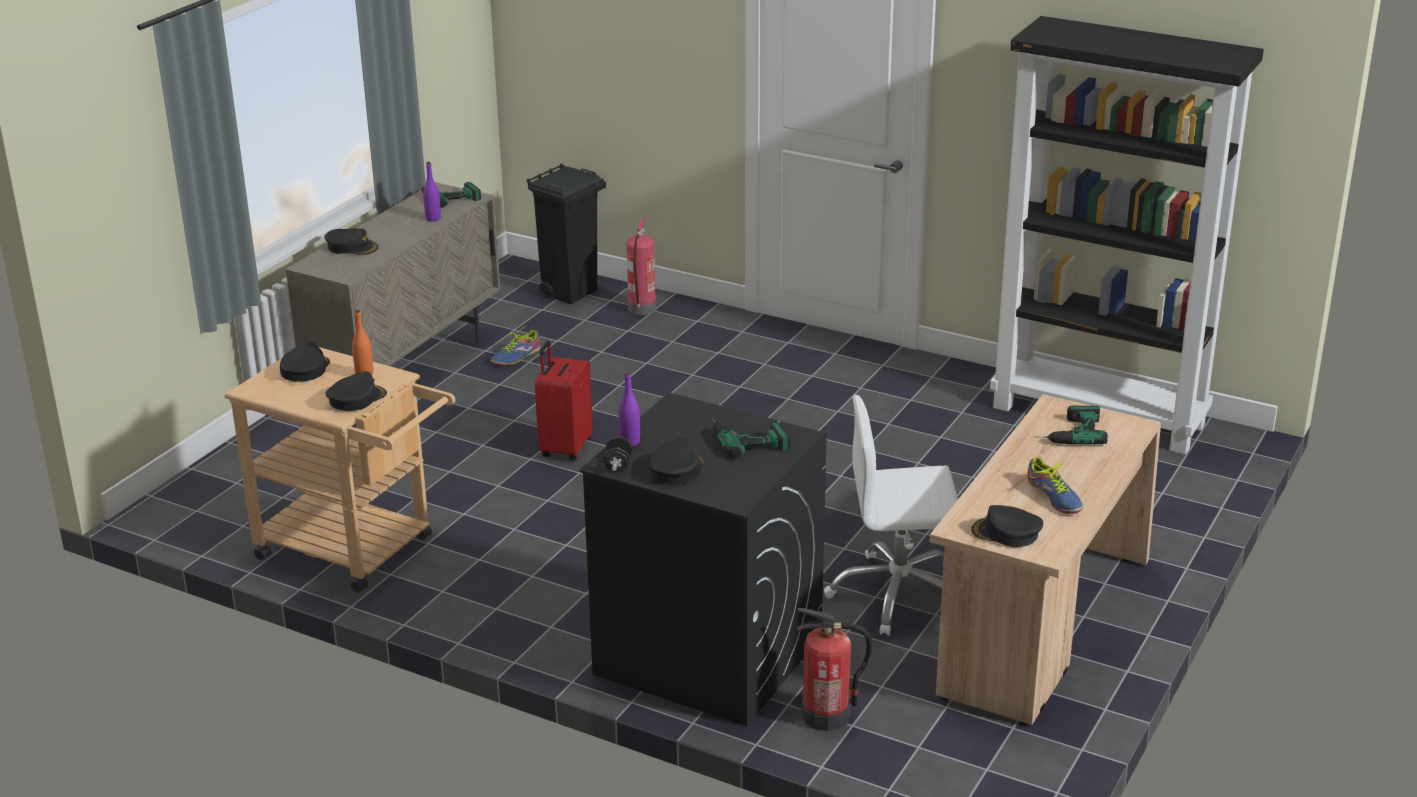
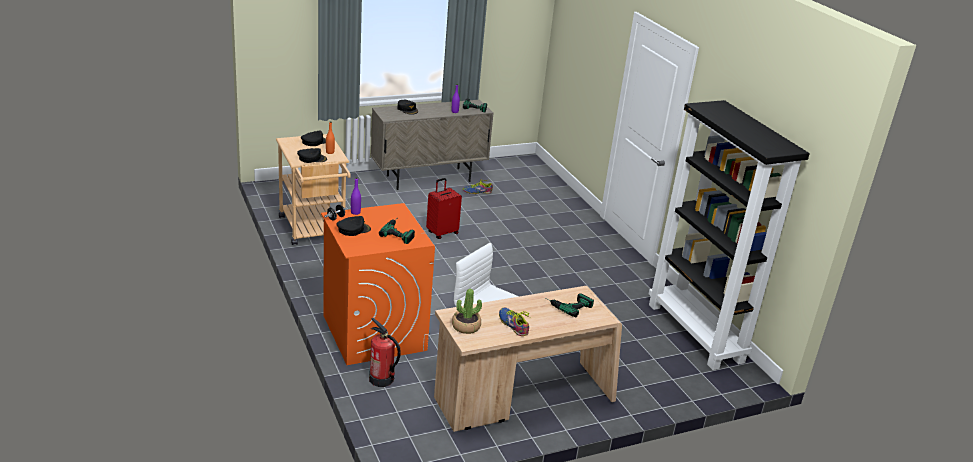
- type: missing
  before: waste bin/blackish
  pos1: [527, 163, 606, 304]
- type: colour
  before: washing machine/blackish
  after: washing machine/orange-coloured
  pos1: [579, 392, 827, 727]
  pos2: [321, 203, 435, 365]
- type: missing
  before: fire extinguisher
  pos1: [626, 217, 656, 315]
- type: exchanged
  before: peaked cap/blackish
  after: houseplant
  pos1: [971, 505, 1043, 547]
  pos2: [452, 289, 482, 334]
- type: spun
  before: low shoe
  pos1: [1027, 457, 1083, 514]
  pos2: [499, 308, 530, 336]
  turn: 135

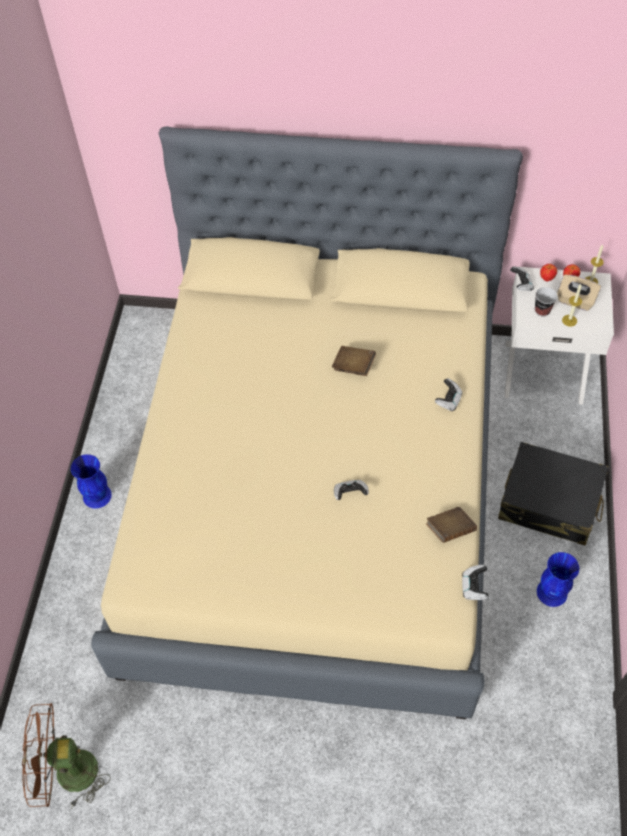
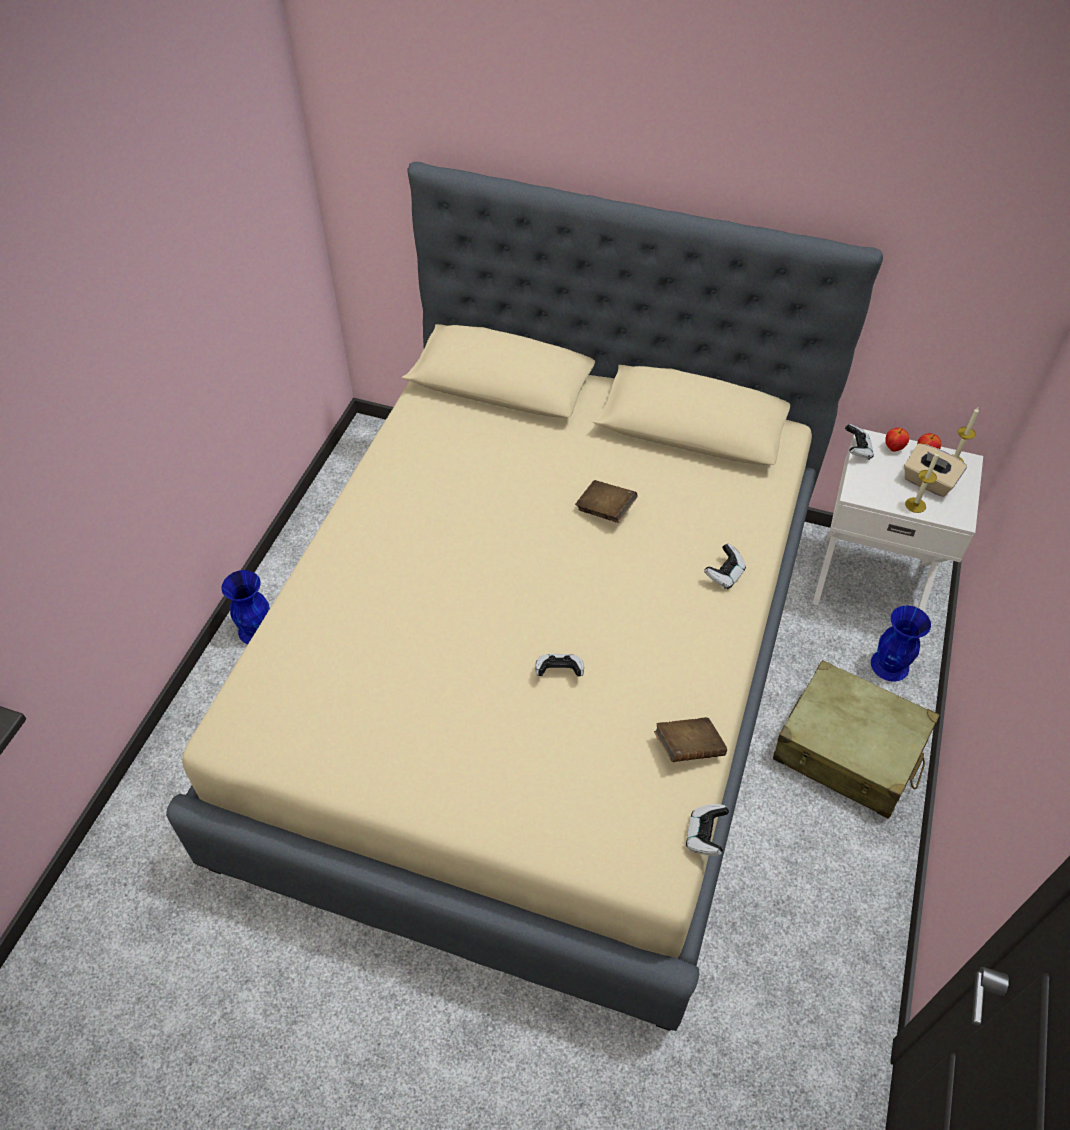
- type: missing
  before: cooling fan/brownish
  pos1: [22, 703, 110, 809]
- type: colour
  before: piece of luggage/blackish
  after: piece of luggage/beige
  pos1: [498, 442, 609, 545]
  pos2: [773, 660, 940, 819]
- type: missing
  before: drinking cup
  pos1: [535, 287, 557, 316]
- type: relocated
  before: decorative vase/blue-coloured
  pos1: [537, 552, 579, 607]
  pos2: [871, 606, 931, 681]

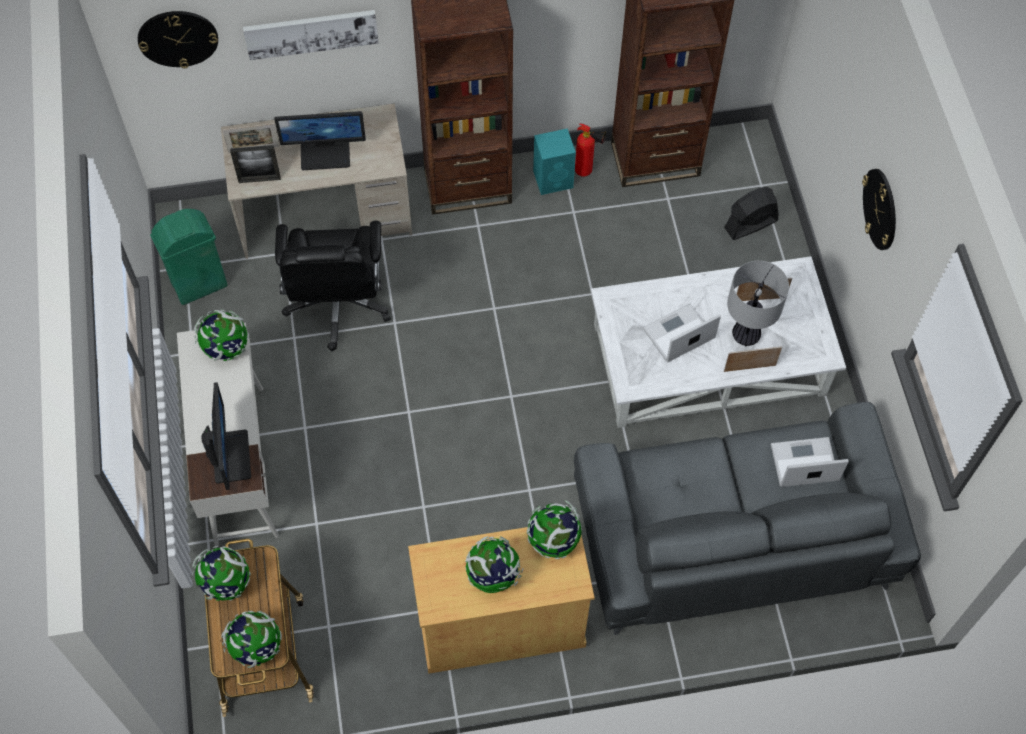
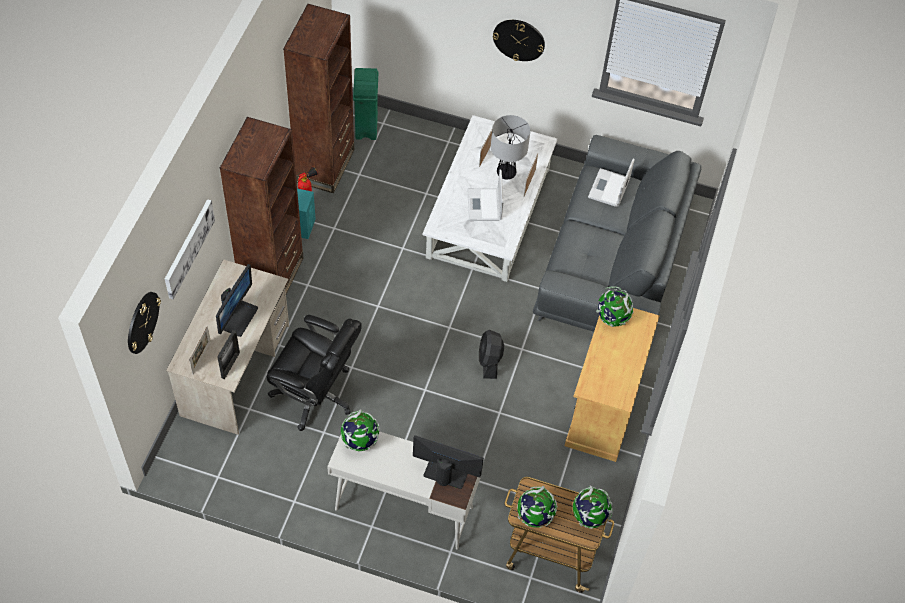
- type: relocated
  before: waste bin/green-coloured
  pos1: [150, 209, 228, 305]
  pos2: [353, 68, 378, 140]
- type: missing
  before: globe
  pos1: [465, 536, 523, 593]
- type: relocated
  before: cooling fan/blackish
  pos1: [724, 187, 778, 240]
  pos2: [479, 330, 504, 379]

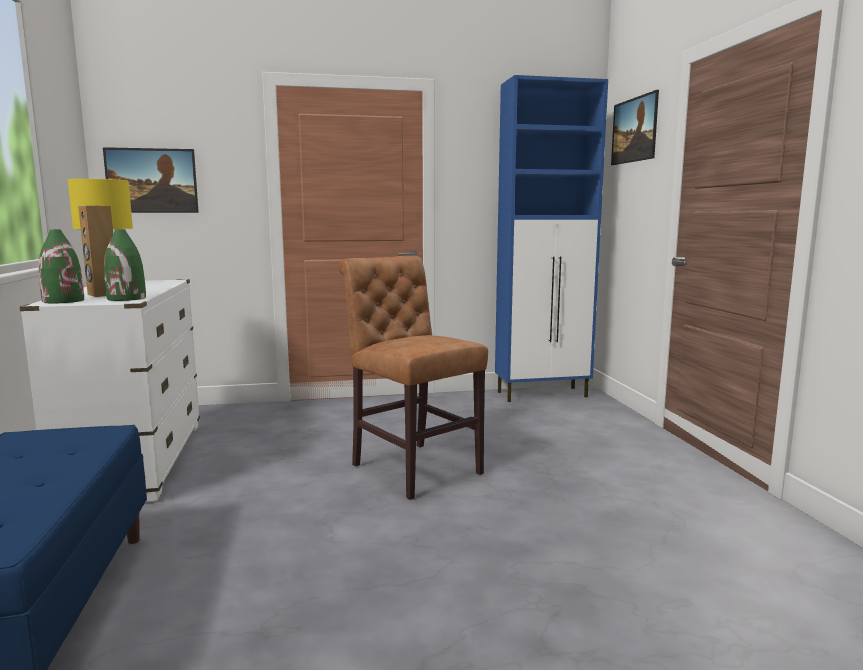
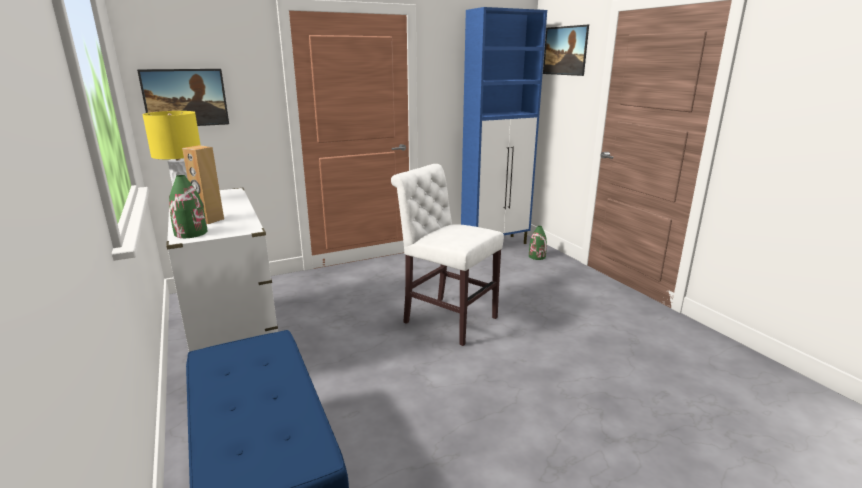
- type: relocated
  before: decorative vase/green-coloured
  pos1: [104, 229, 146, 301]
  pos2: [529, 226, 547, 260]
- type: colour
  before: chair/brownish
  after: chair/white
  pos1: [339, 255, 488, 500]
  pos2: [391, 164, 504, 346]

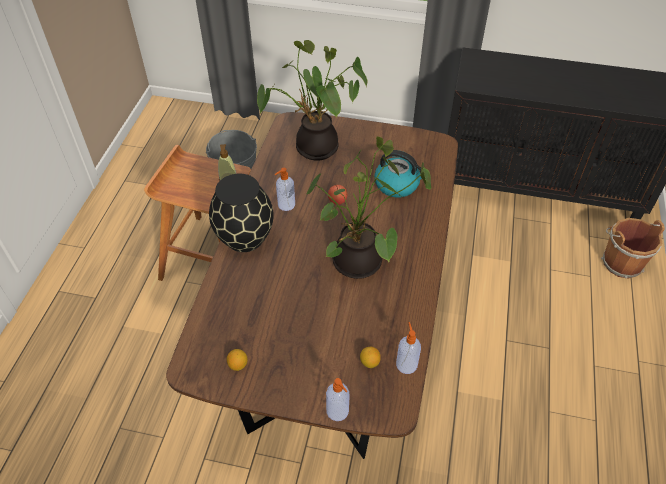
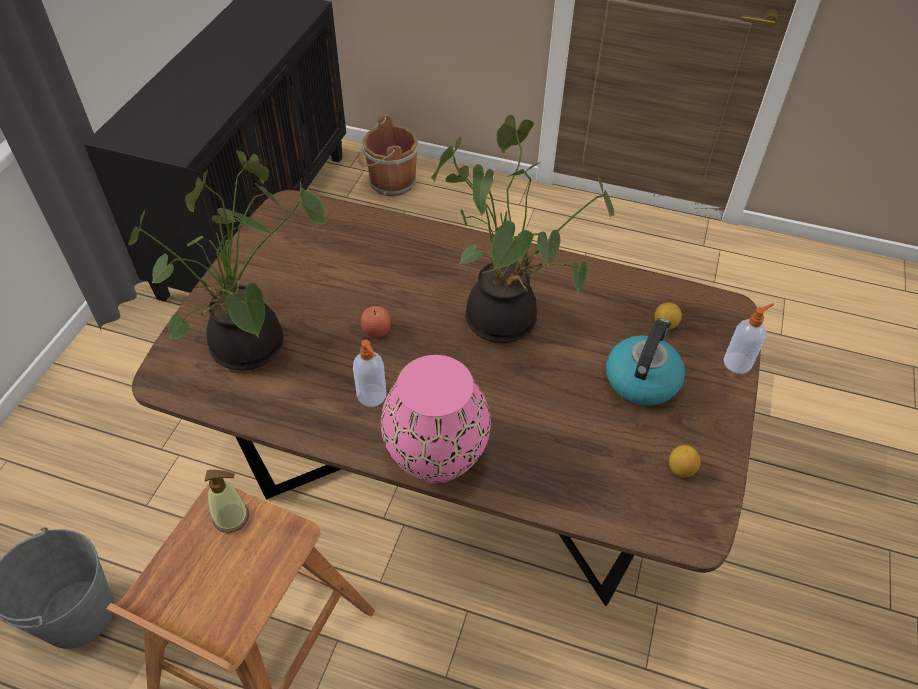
- type: colour
  before: decorative vase/blackish
  after: decorative vase/pink-coloured
  pos1: [209, 174, 274, 252]
  pos2: [381, 355, 491, 483]
- type: relocated
  before: water kettle
  pos1: [374, 150, 422, 198]
  pos2: [606, 318, 685, 406]
- type: missing
  before: liquid soap bottle
  pos1: [396, 322, 421, 374]

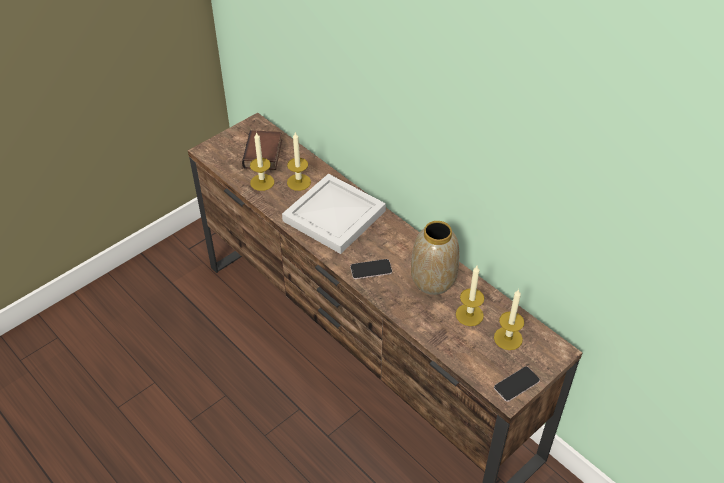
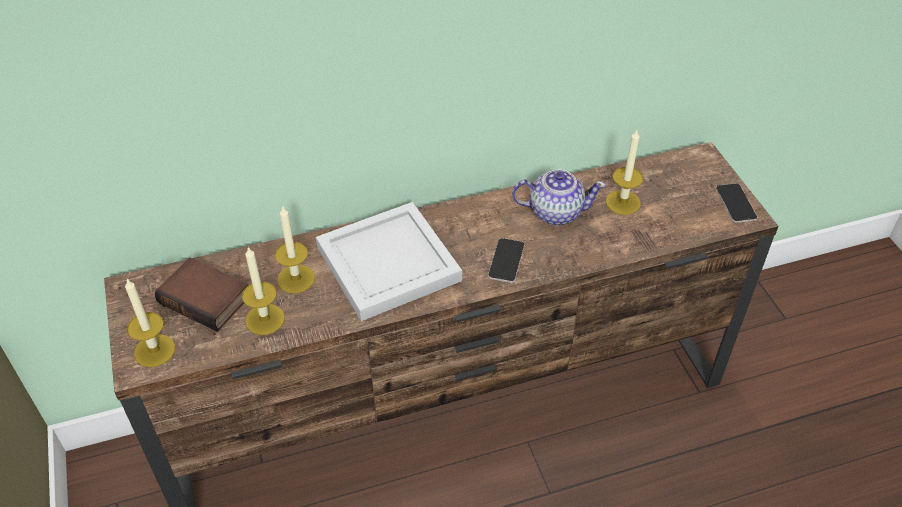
- type: exchanged
  before: decorative vase
  after: teapot
  pos1: [411, 221, 459, 295]
  pos2: [512, 170, 606, 225]
- type: relocated
  before: wax light
  pos1: [494, 289, 524, 350]
  pos2: [125, 279, 175, 367]

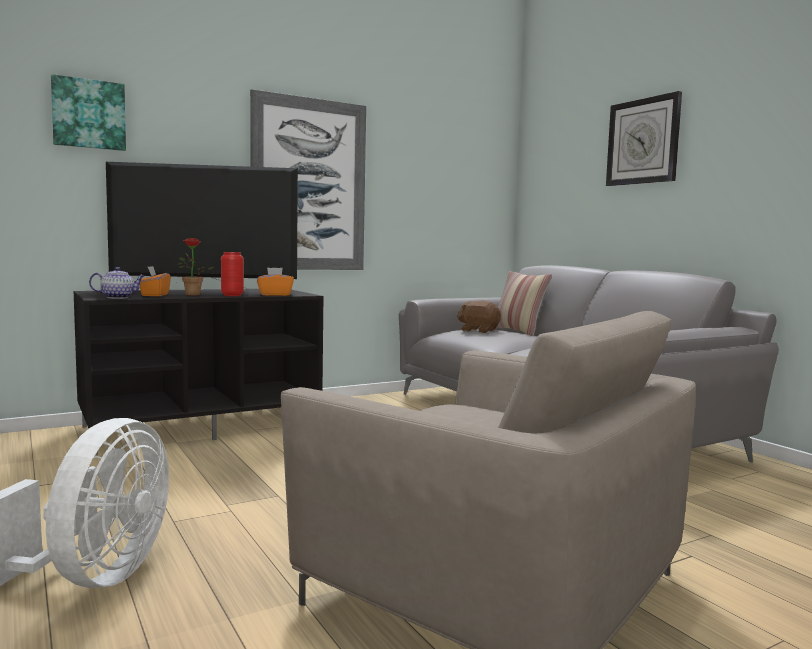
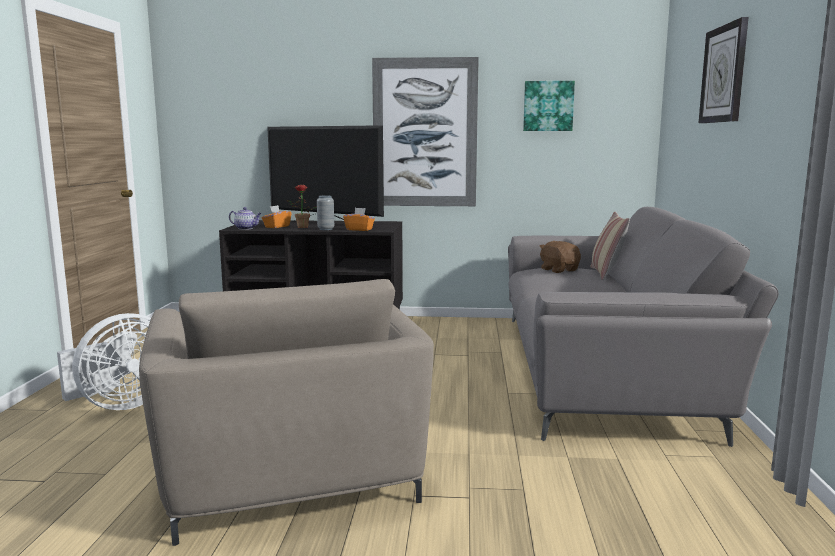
- type: relocated
  before: wall picture
  pos1: [51, 74, 126, 151]
  pos2: [523, 81, 575, 131]
- type: colour
  before: decorative vase/red
  after: decorative vase/gray
  pos1: [221, 252, 244, 296]
  pos2: [317, 195, 334, 230]

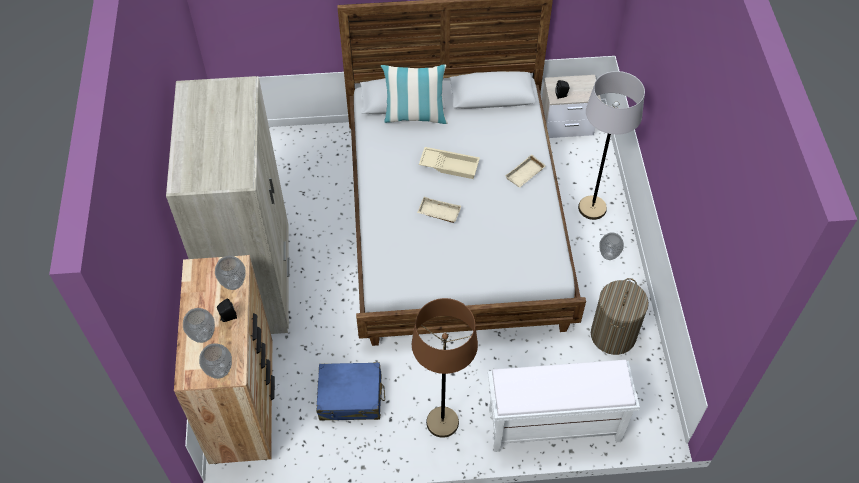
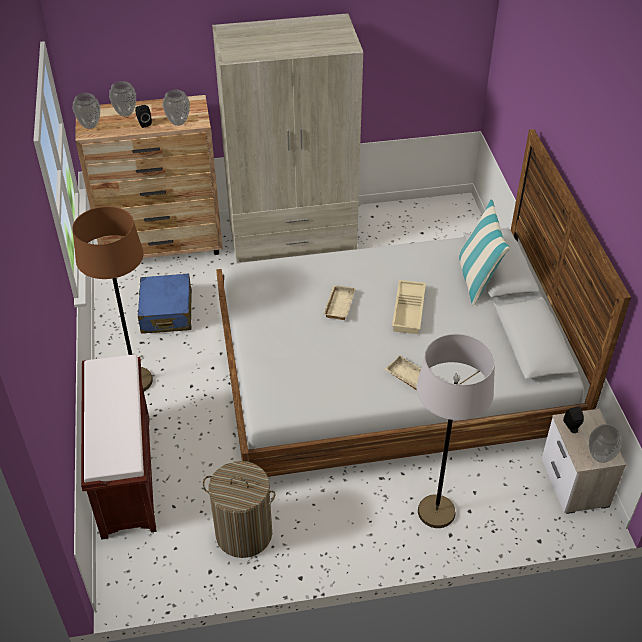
- type: colour
  before: indoor bench/white
  after: indoor bench/brownish
  pos1: [488, 360, 640, 452]
  pos2: [81, 354, 156, 540]
- type: relocated
  before: decorative vase
  pos1: [600, 232, 624, 260]
  pos2: [589, 424, 623, 463]

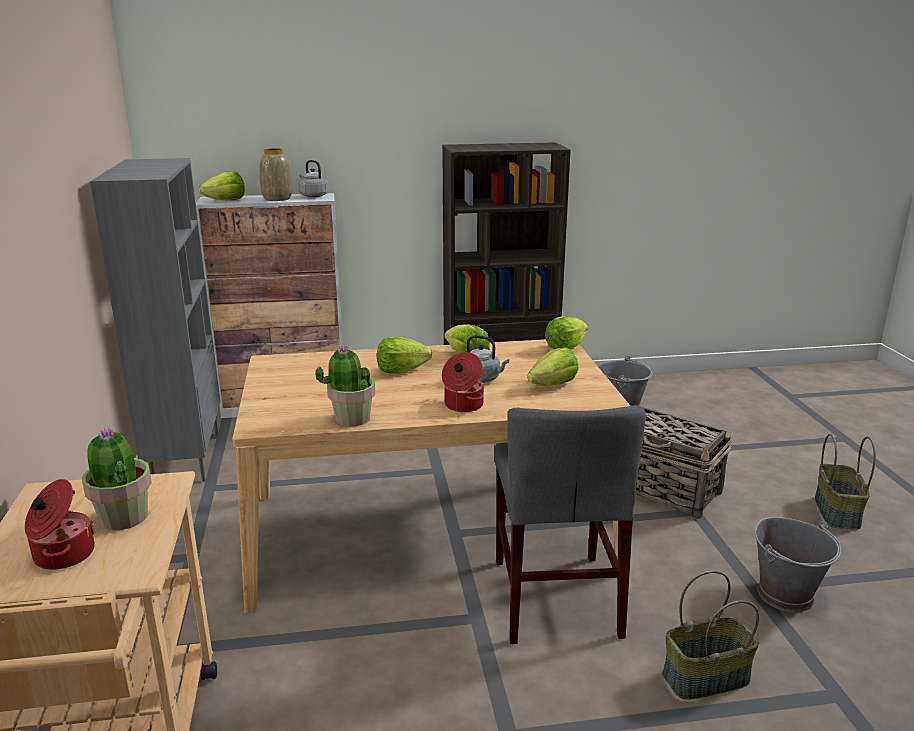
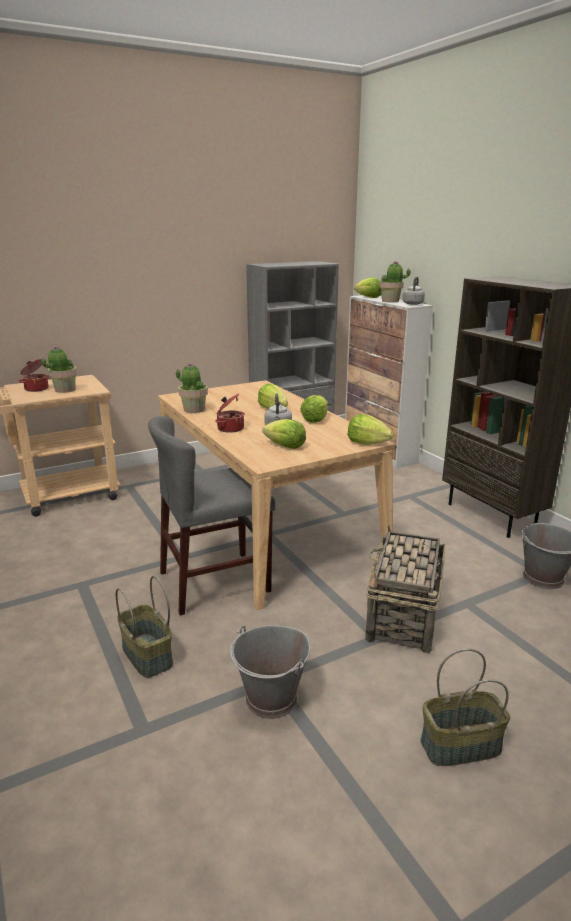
- type: exchanged
  before: decorative vase
  after: houseplant
  pos1: [259, 148, 292, 201]
  pos2: [380, 261, 411, 303]

